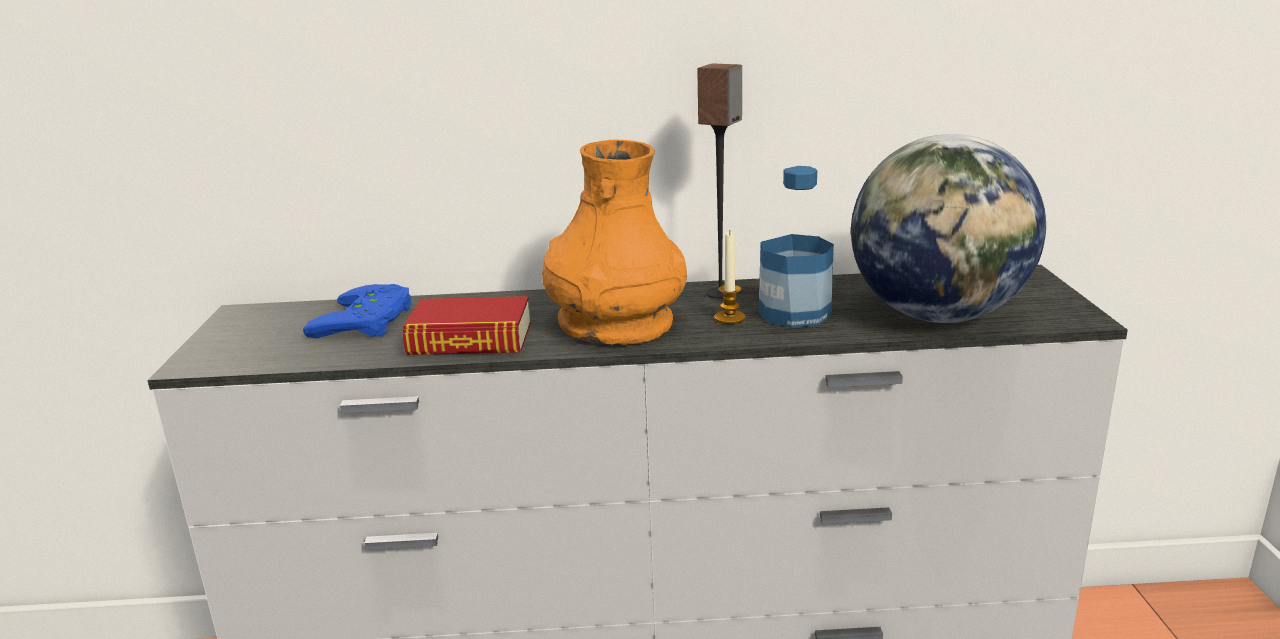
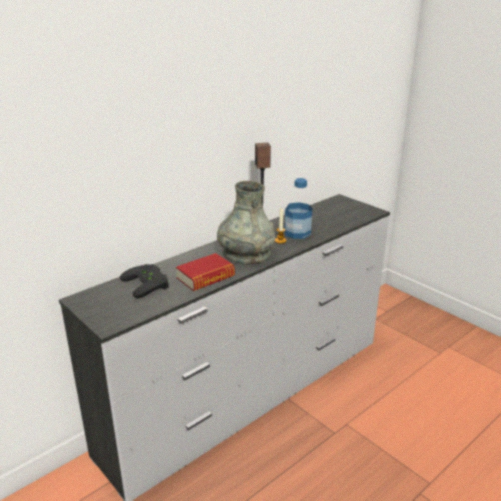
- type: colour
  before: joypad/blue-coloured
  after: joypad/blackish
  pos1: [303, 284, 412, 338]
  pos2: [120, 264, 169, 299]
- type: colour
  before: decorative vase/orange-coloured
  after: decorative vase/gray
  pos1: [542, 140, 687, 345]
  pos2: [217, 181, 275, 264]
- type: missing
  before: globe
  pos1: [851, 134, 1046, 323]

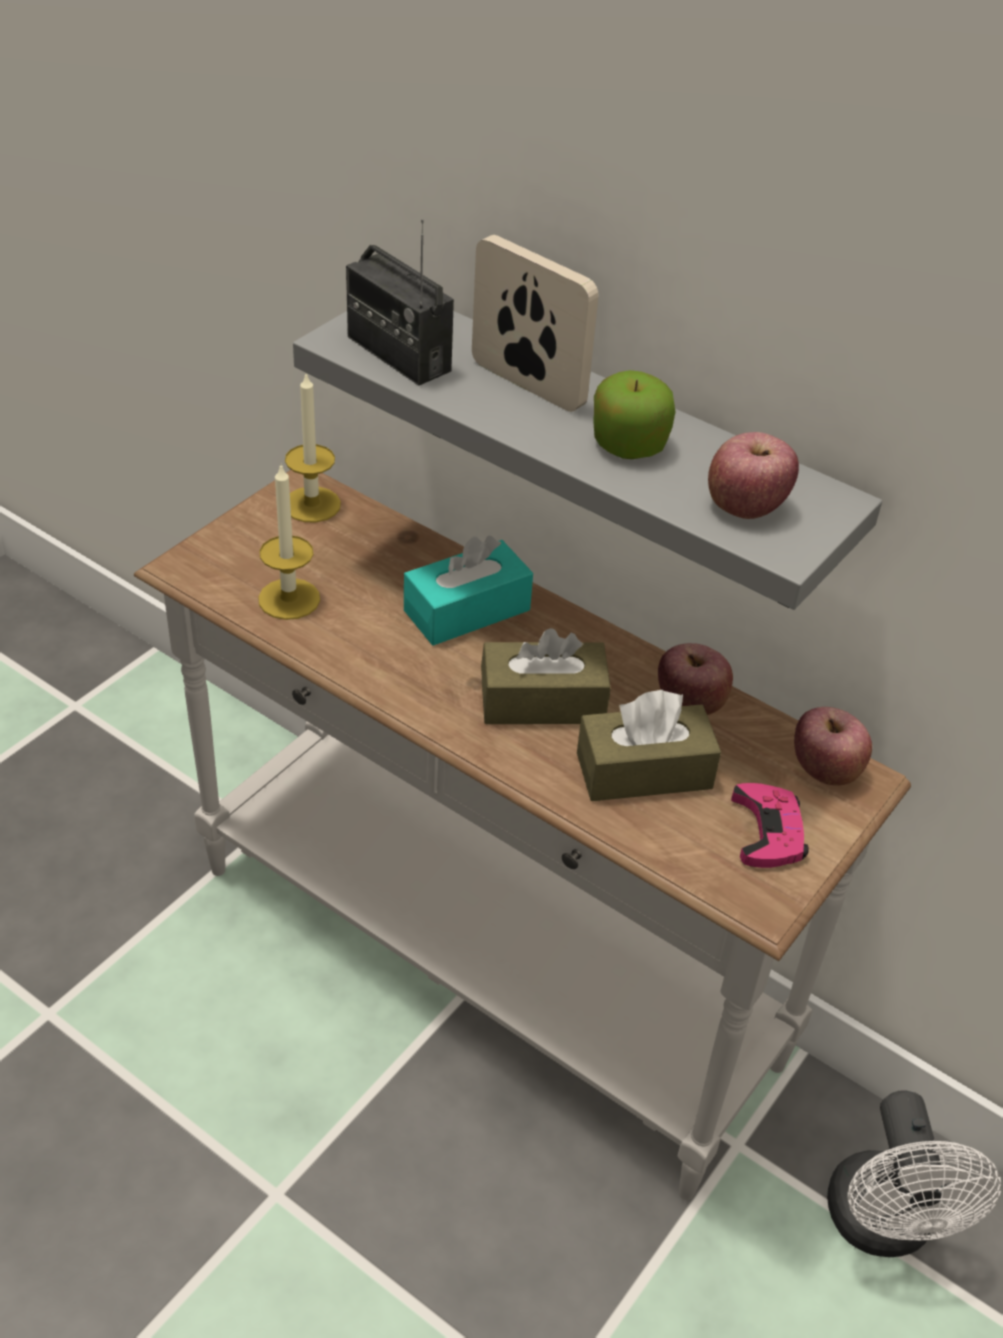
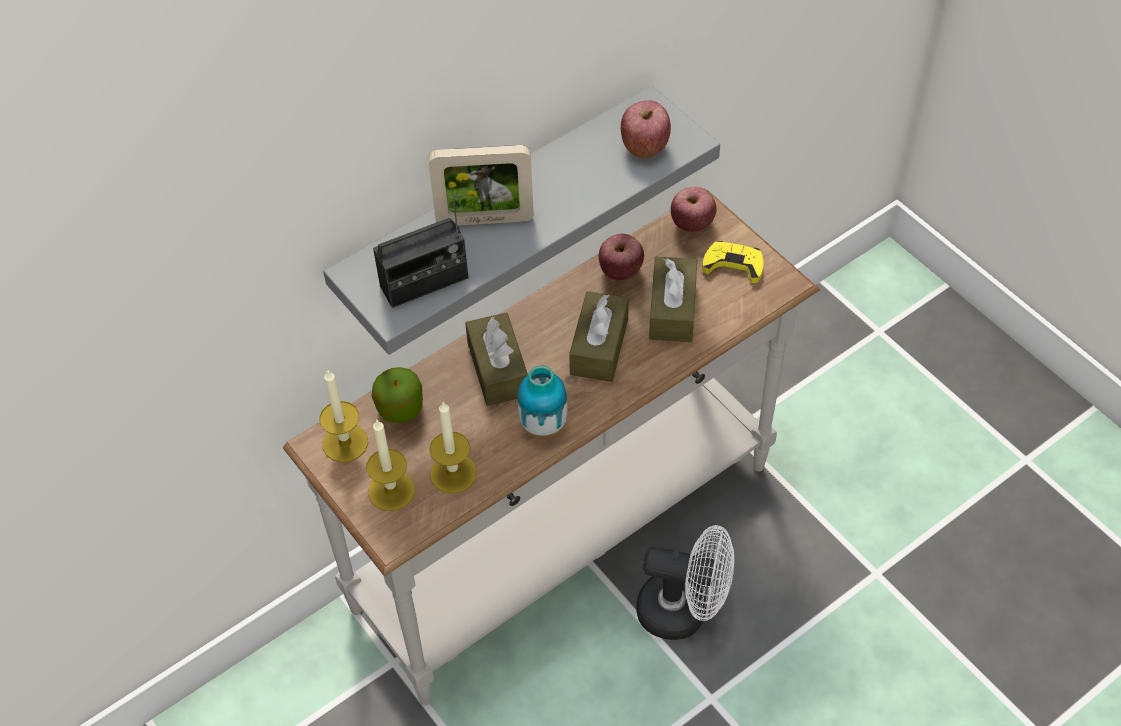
- type: colour
  before: tissue holder/blue-green
  after: tissue holder/brownish
  pos1: [404, 536, 533, 646]
  pos2: [465, 312, 528, 406]
- type: spun
  before: picture frame
  pos1: [472, 235, 599, 412]
  pos2: [429, 145, 534, 226]
  turn: -150
- type: relocated
  before: apple fruit
  pos1: [593, 370, 675, 459]
  pos2: [372, 367, 423, 423]
- type: colour
  before: joypad/pink-coloured
  after: joypad/yellowish
  pos1: [731, 783, 809, 868]
  pos2: [702, 241, 764, 283]
- type: relocated
  before: cooling fan/white
  pos1: [827, 1090, 1001, 1257]
  pos2: [636, 525, 734, 640]
- type: appeared
  after: wax light
  pos2: [366, 419, 415, 511]
- type: appeared
  after: decorative vase
  pos2: [518, 366, 567, 439]

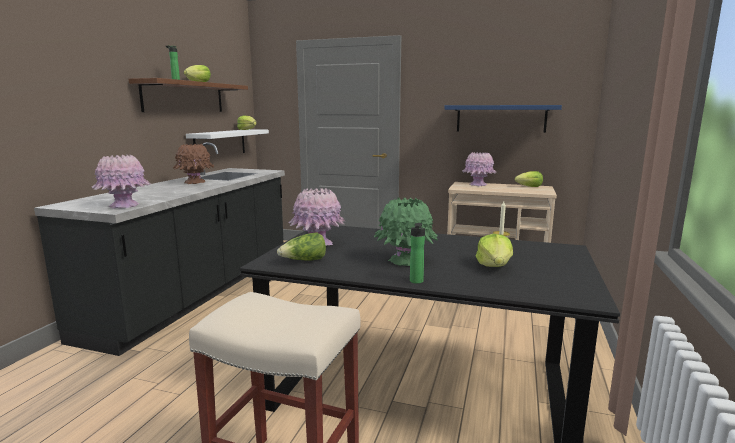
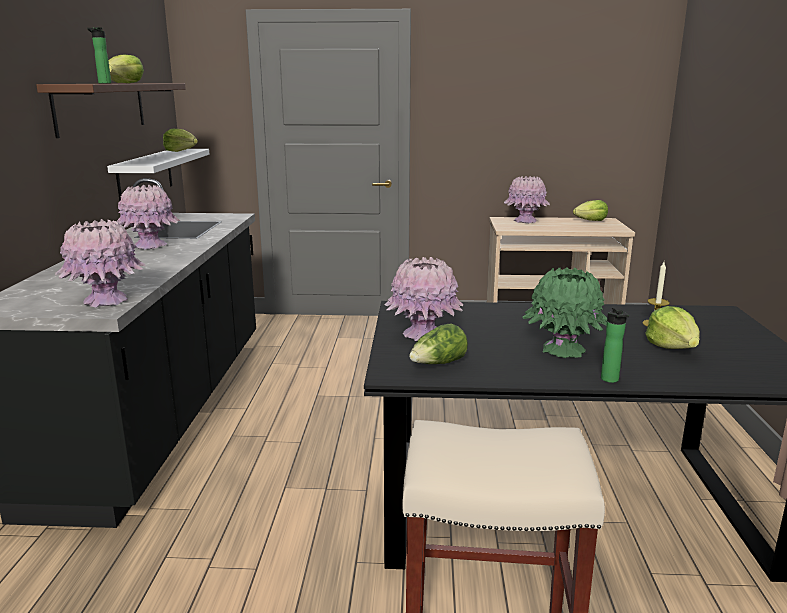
- type: colour
  before: decorative vase/brownish
  after: decorative vase/pink-coloured
  pos1: [173, 144, 215, 184]
  pos2: [116, 184, 180, 250]
- type: missing
  before: wall shelf/blue-coloured
  pos1: [444, 105, 562, 133]

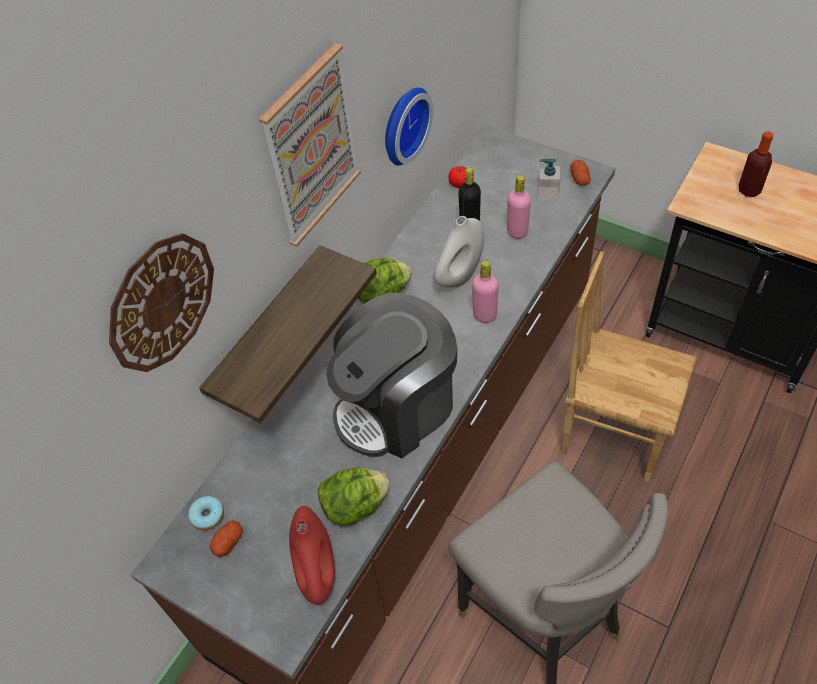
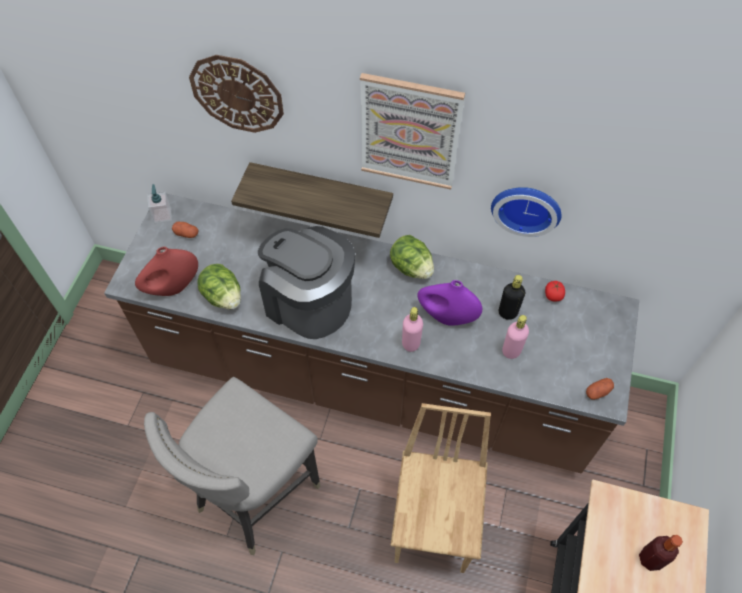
- type: missing
  before: donut
  pos1: [188, 496, 224, 530]
- type: colour
  before: decorative vase/white
  after: decorative vase/purplish
  pos1: [433, 216, 484, 288]
  pos2: [417, 280, 482, 326]
- type: relocated
  before: liquid soap bottle
  pos1: [538, 159, 561, 202]
  pos2: [148, 184, 172, 223]

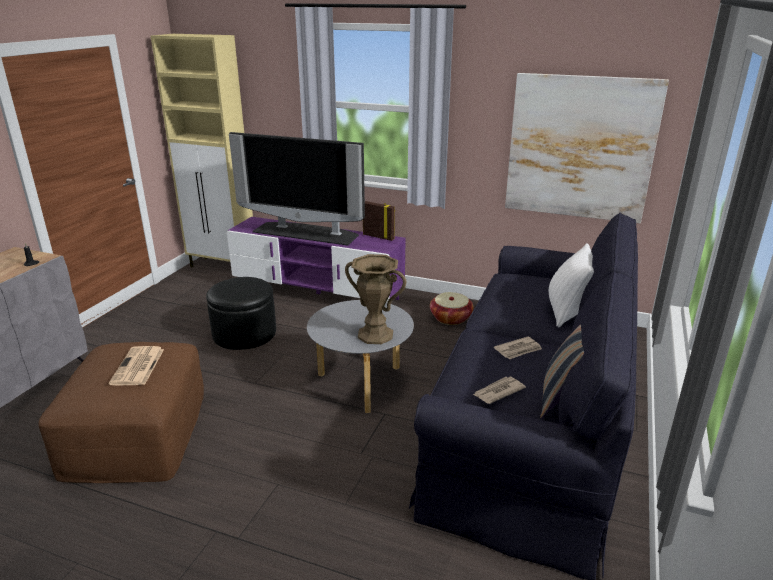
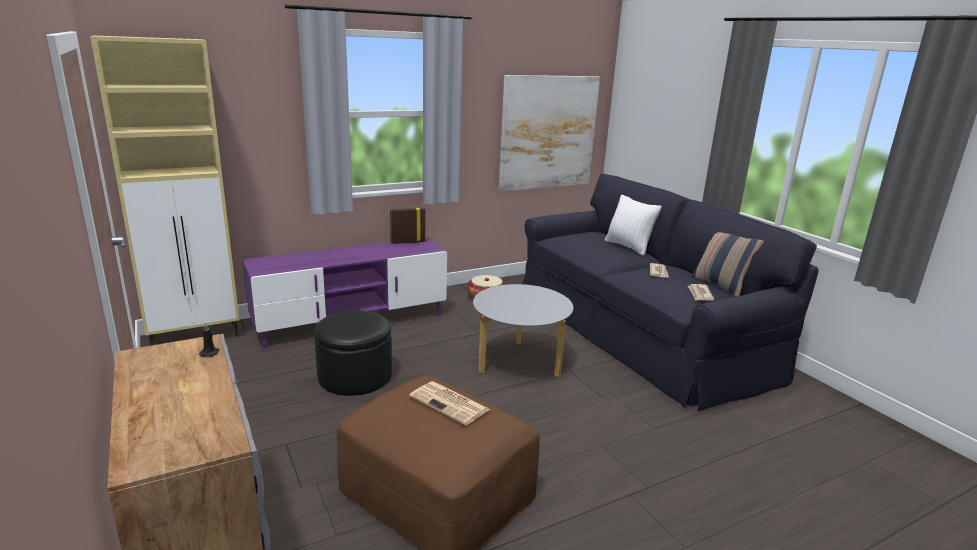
- type: missing
  before: TV
  pos1: [229, 132, 365, 245]
- type: missing
  before: decorative vase/brownish
  pos1: [345, 254, 406, 344]

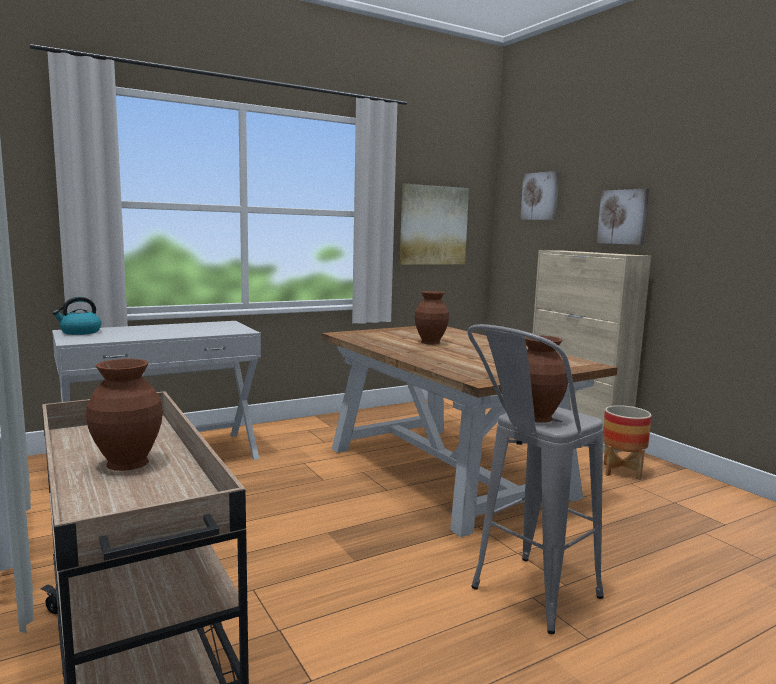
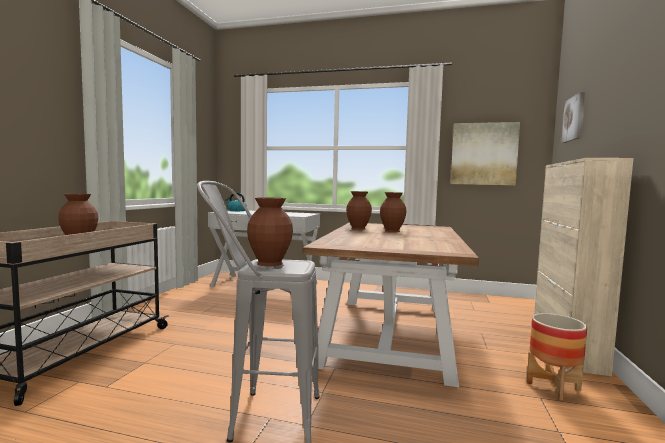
- type: missing
  before: wall picture
  pos1: [597, 189, 649, 245]
- type: appeared
  after: decorative vase/brownish
  pos2: [346, 191, 372, 230]

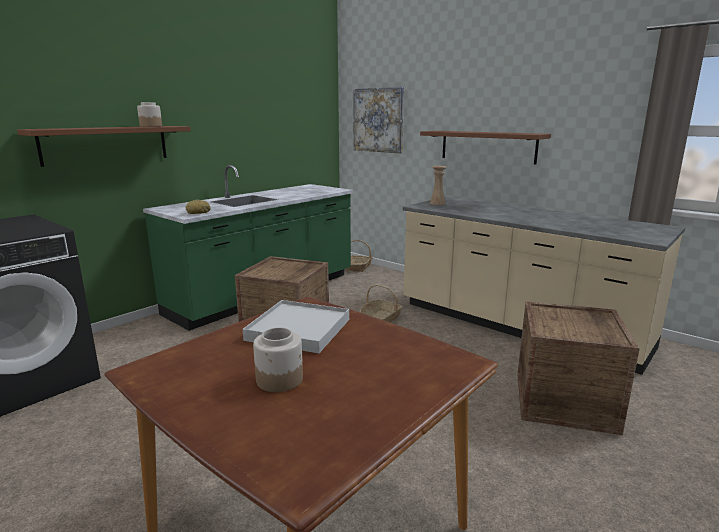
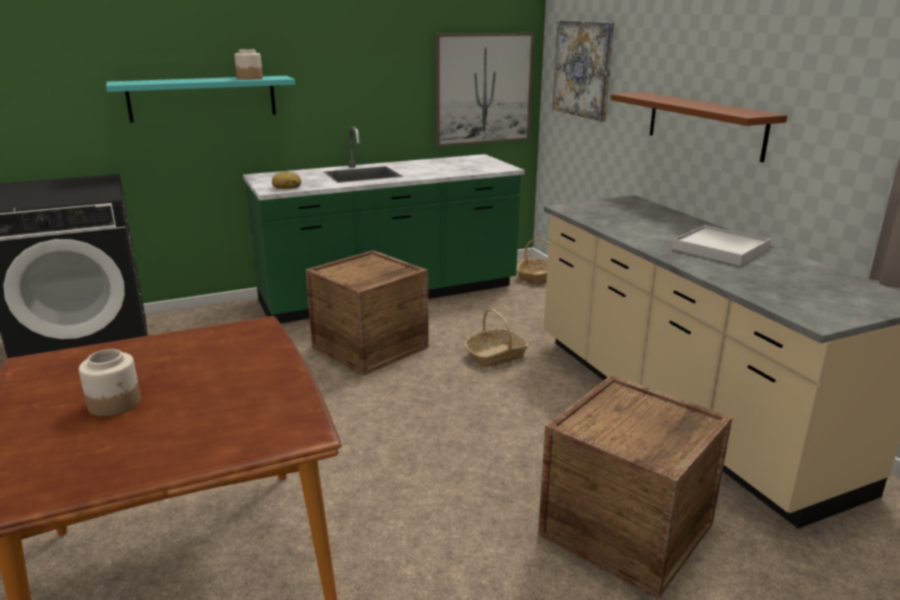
- type: colour
  before: wall shelf/brownish
  after: wall shelf/blue-green
  pos1: [17, 126, 191, 167]
  pos2: [106, 76, 295, 123]
- type: relocated
  before: serving tray/white
  pos1: [243, 300, 349, 353]
  pos2: [672, 225, 771, 266]
- type: missing
  before: decorative vase/beige
  pos1: [430, 166, 447, 205]
- type: appeared
  after: wall picture
  pos2: [435, 33, 534, 147]

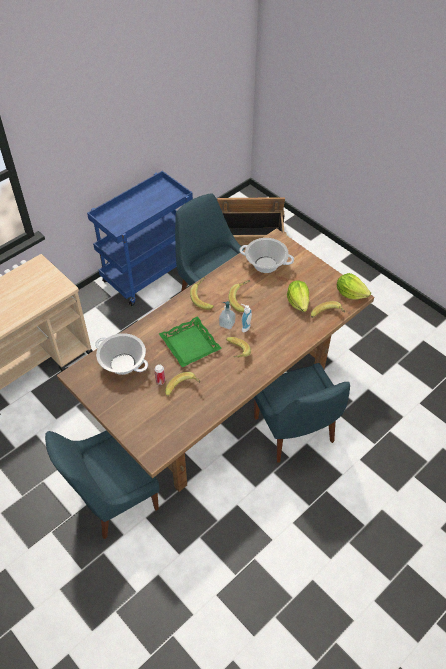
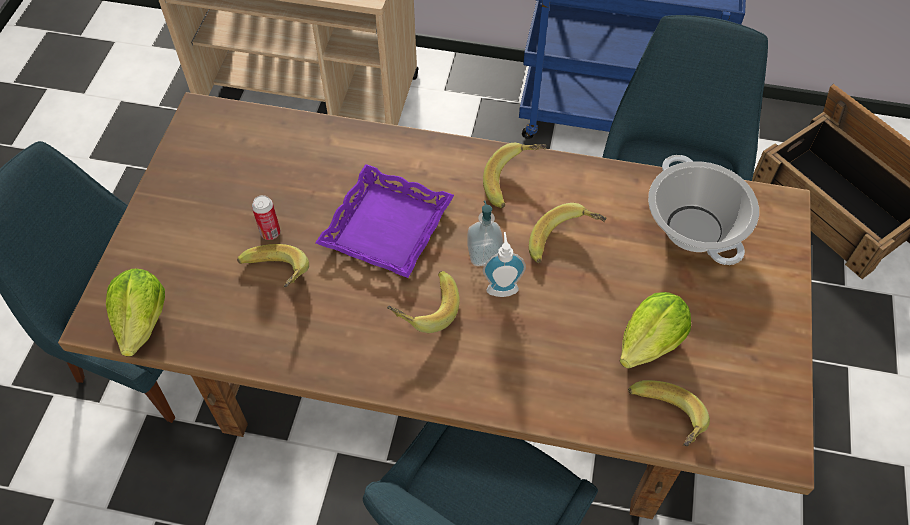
- type: missing
  before: stockpot
  pos1: [95, 333, 148, 375]
- type: colour
  before: serving tray/green-coloured
  after: serving tray/purplish
  pos1: [159, 316, 222, 367]
  pos2: [315, 164, 454, 278]
- type: relocated
  before: head of lettuce
  pos1: [337, 273, 371, 300]
  pos2: [106, 269, 165, 356]

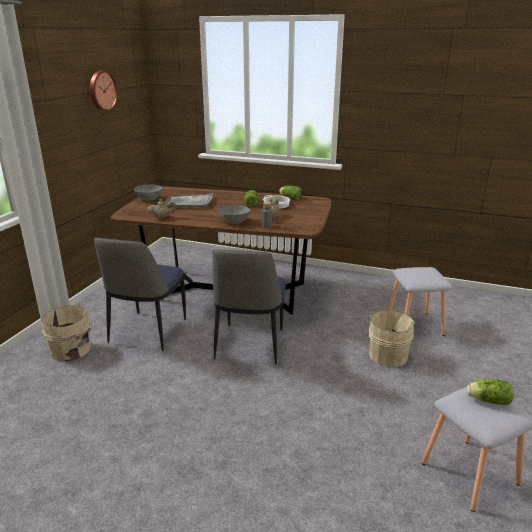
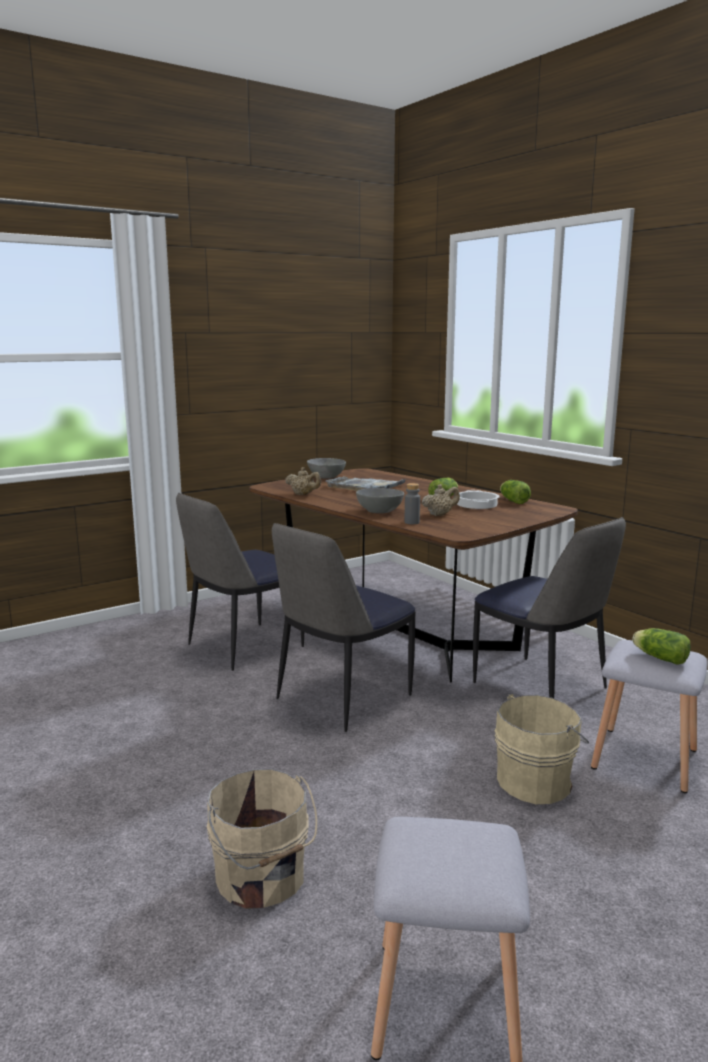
- type: relocated
  before: bucket/beige
  pos1: [41, 304, 94, 361]
  pos2: [207, 769, 317, 909]
- type: missing
  before: hanging clock
  pos1: [90, 71, 118, 111]
- type: relocated
  before: head of lettuce
  pos1: [466, 380, 514, 405]
  pos2: [632, 628, 691, 665]
- type: appeared
  after: chair
  pos2: [473, 517, 626, 698]

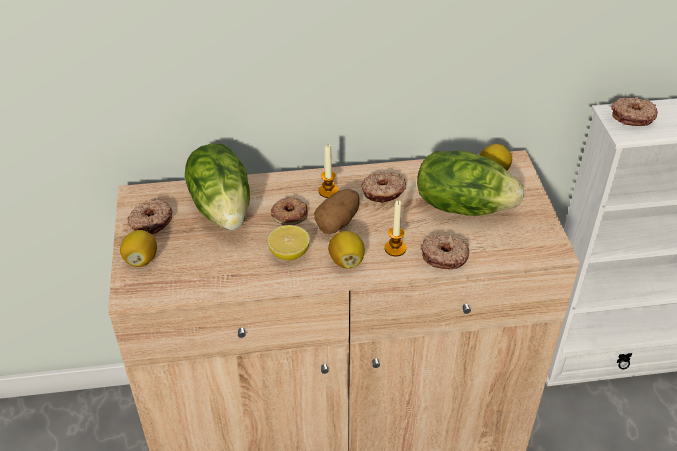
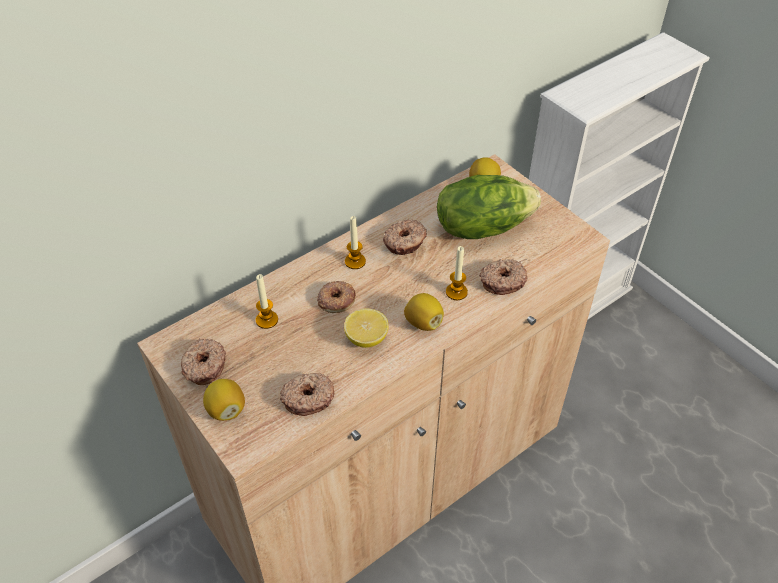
- type: exchanged
  before: head of lettuce
  after: wax light
  pos1: [185, 144, 250, 230]
  pos2: [256, 274, 278, 329]
- type: missing
  before: spud
  pos1: [314, 188, 359, 234]
- type: relocated
  before: donut
  pos1: [611, 97, 658, 126]
  pos2: [280, 373, 334, 416]

